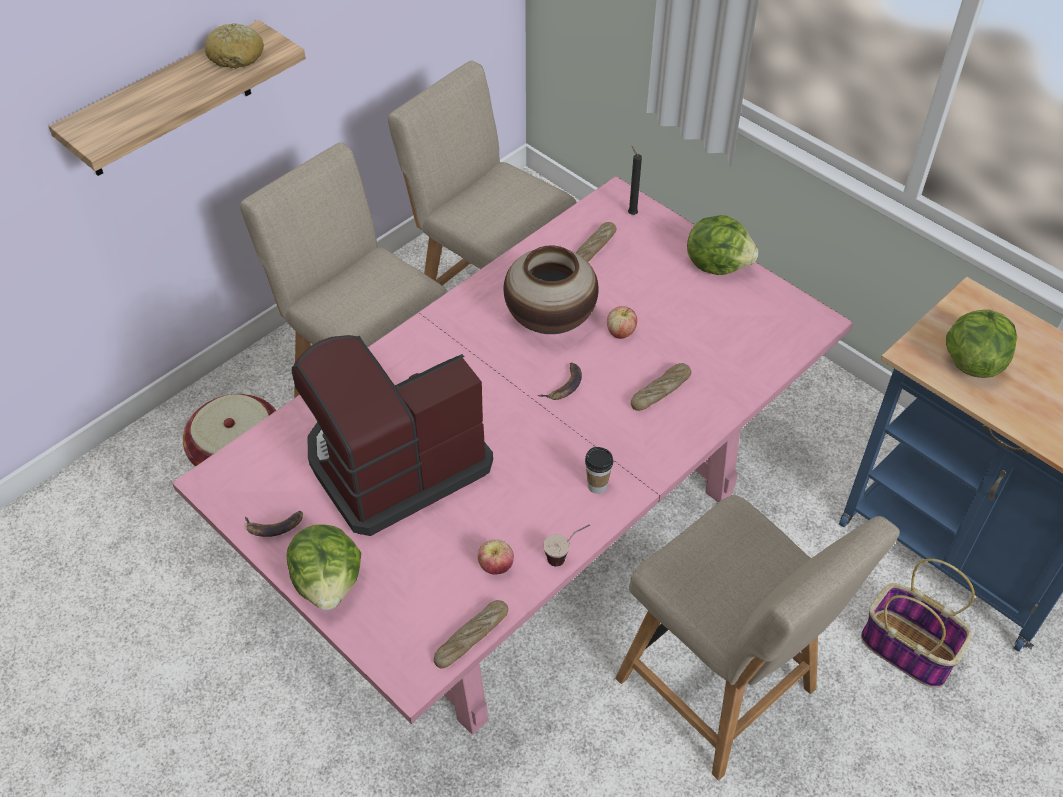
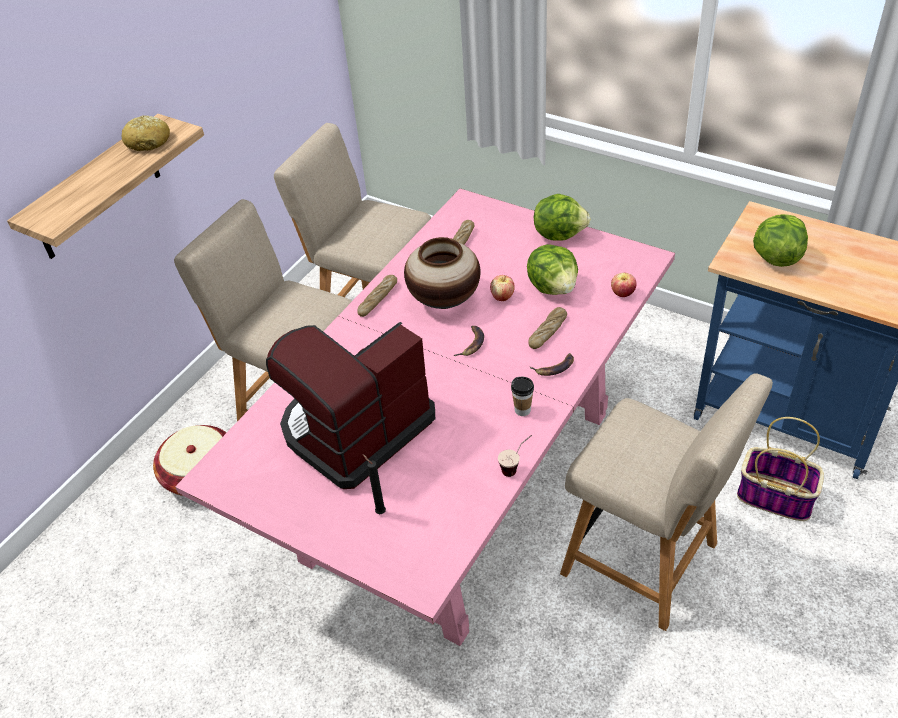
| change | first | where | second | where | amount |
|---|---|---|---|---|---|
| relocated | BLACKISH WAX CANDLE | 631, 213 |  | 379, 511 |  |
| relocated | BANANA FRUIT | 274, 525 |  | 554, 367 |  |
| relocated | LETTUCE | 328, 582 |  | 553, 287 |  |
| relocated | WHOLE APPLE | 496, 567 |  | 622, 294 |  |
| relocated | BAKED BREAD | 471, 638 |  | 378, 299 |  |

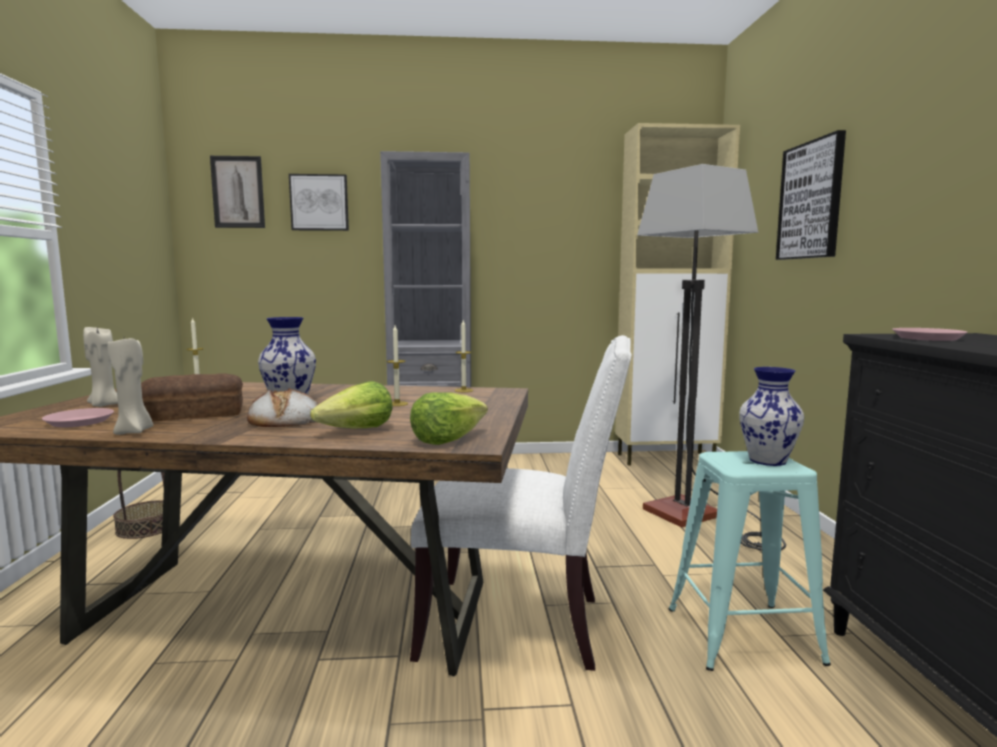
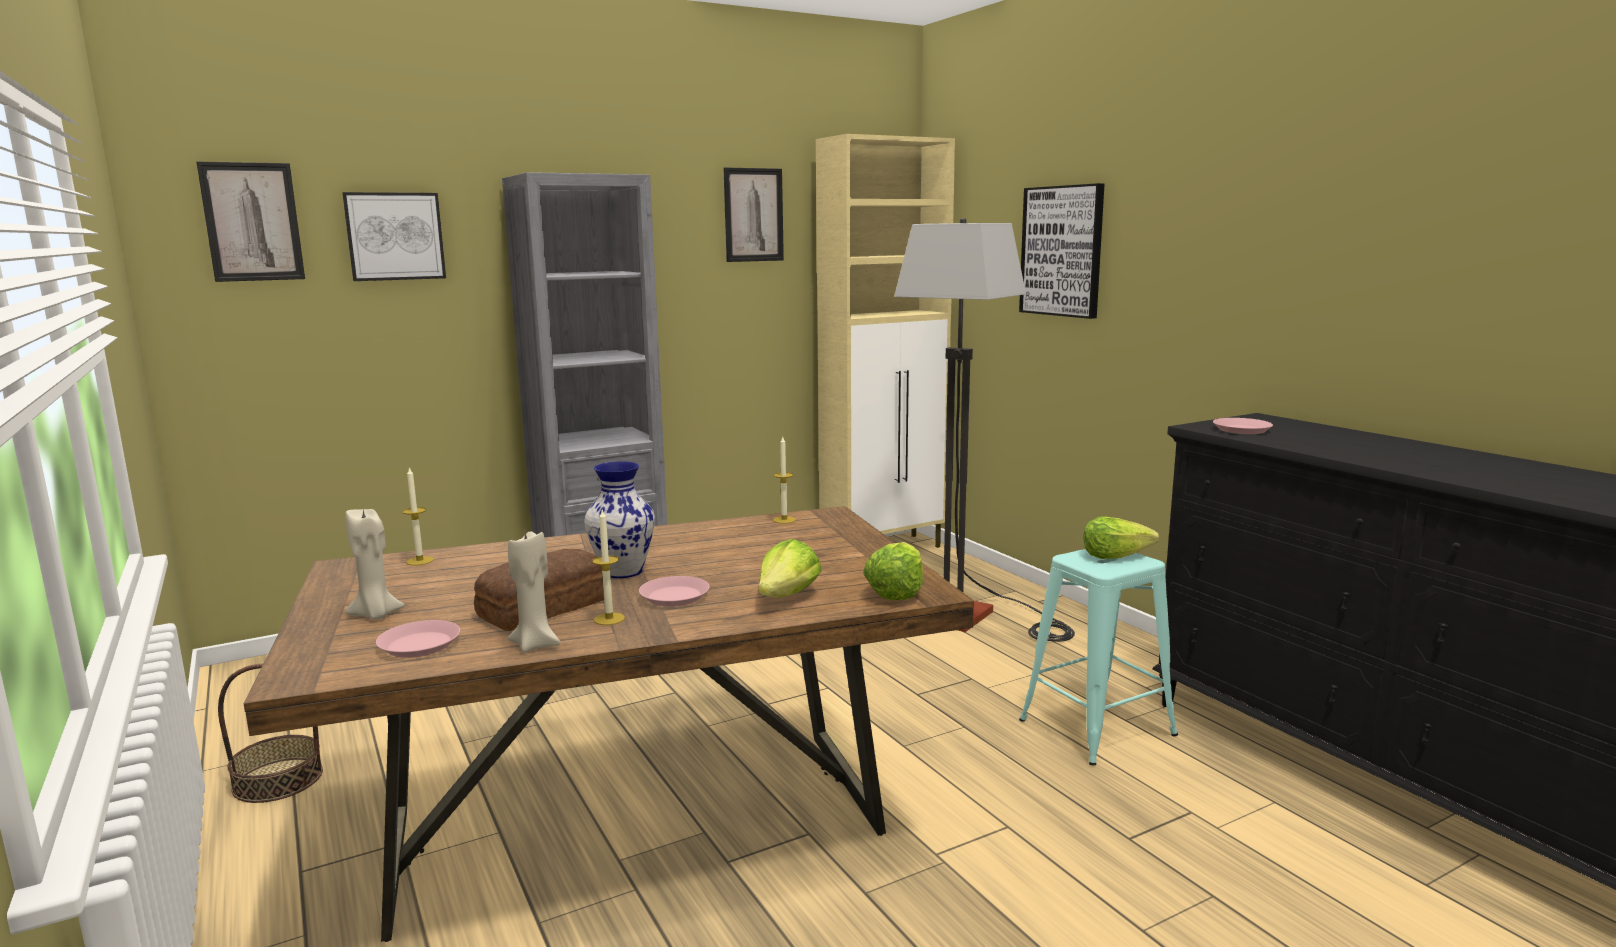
| change | first | where | second | where | amount |
|---|---|---|---|---|---|
| relocated | WAX CANDLE | 397, 404 |  | 609, 619 |  |
| missing | WHITE-COLOURED CHAIR | 521, 625 |  |  |  |
| exchanged | DECORATIVE VASE | 766, 460 | LETTUCE | 1115, 556 |  |
| exchanged | BAKED BREAD | 284, 420 | PINK-COLOURED FLAT DISH | 675, 597 |  |
| appeared |  |  | WALL PICTURE | 753, 215 |  |

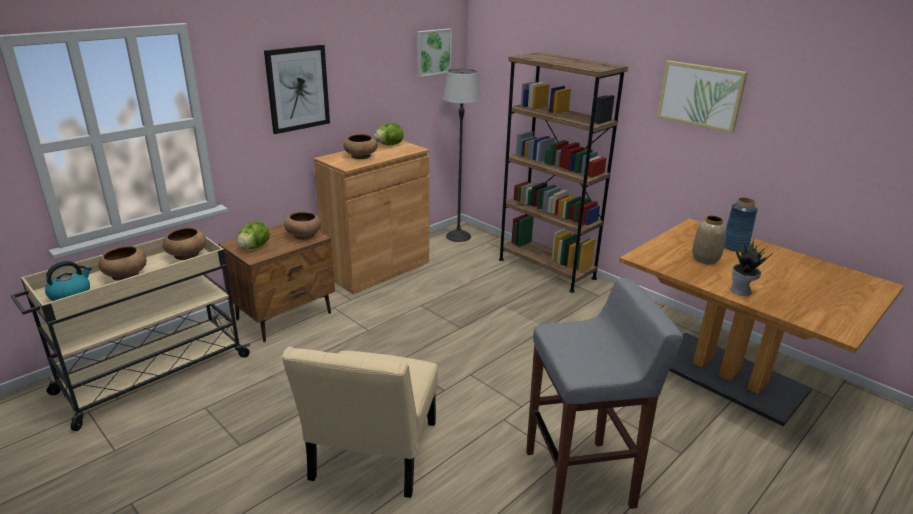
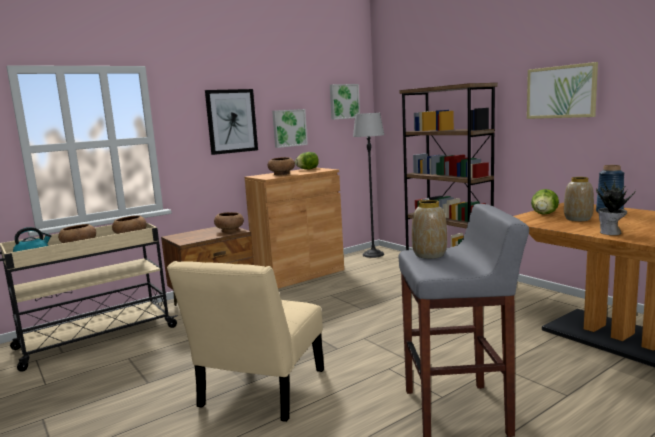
| change | first | where | second | where | amount |
|---|---|---|---|---|---|
| relocated | LETTUCE | 254, 247 |  | 544, 214 |  |
| appeared |  |  | WALL PICTURE | 289, 128 |  |
| appeared |  |  | DECORATIVE VASE | 429, 255 |  |

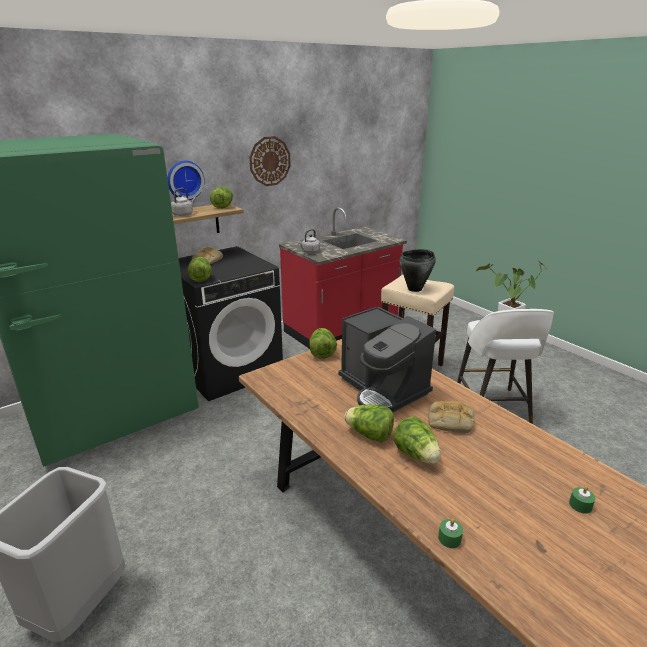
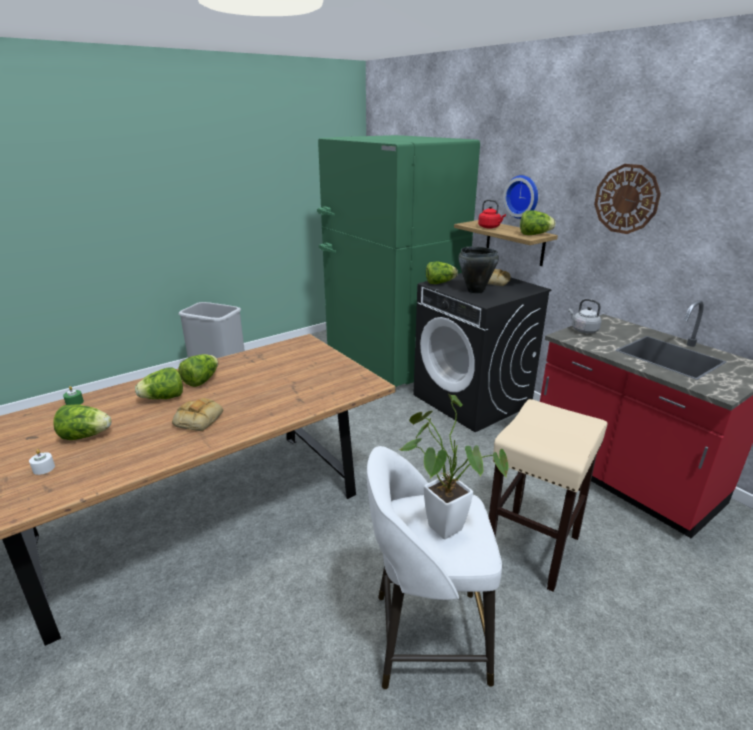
| change | first | where | second | where | amount |
|---|---|---|---|---|---|
| colour | GRAY KETTLE | 183, 214 | REDDISH KETTLE | 490, 227 |  |
| relocated | BLACKISH COOKING POT | 415, 289 |  | 475, 291 |  |
| missing | COFFEE MACHINE | 383, 389 |  |  |  |
| relocated | LETTUCE | 322, 352 |  | 86, 436 |  |
| colour | GREENISH WAX CANDLE | 580, 505 | WHITE-COLOURED WAX CANDLE | 44, 468 |  |

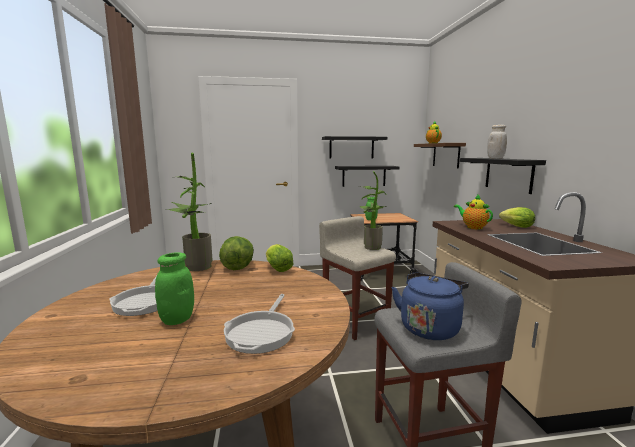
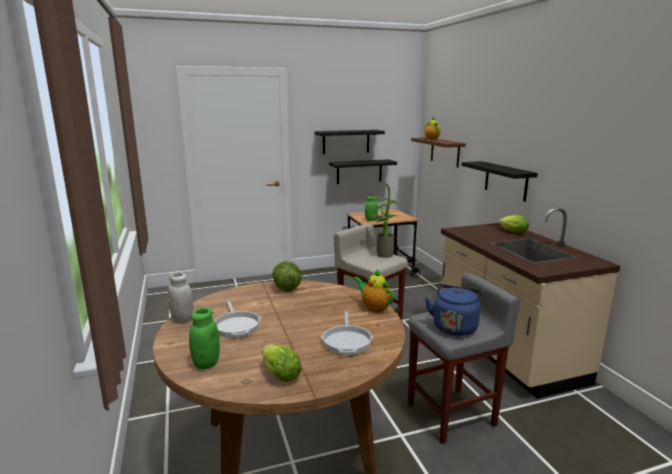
| change | first | where | second | where | amount |
|---|---|---|---|---|---|
| relocated | WHITE-COLOURED STORAGE JAR | 495, 158 |  | 182, 319 |  |
| missing | POTTED PLANT | 194, 267 |  |  |  |
| relocated | TEAPOT | 473, 227 |  | 374, 307 |  |
| relocated | LETTUCE | 277, 268 |  | 279, 374 |  |
| relocated | GREENISH STORAGE JAR | 177, 319 |  | 206, 363 |  |

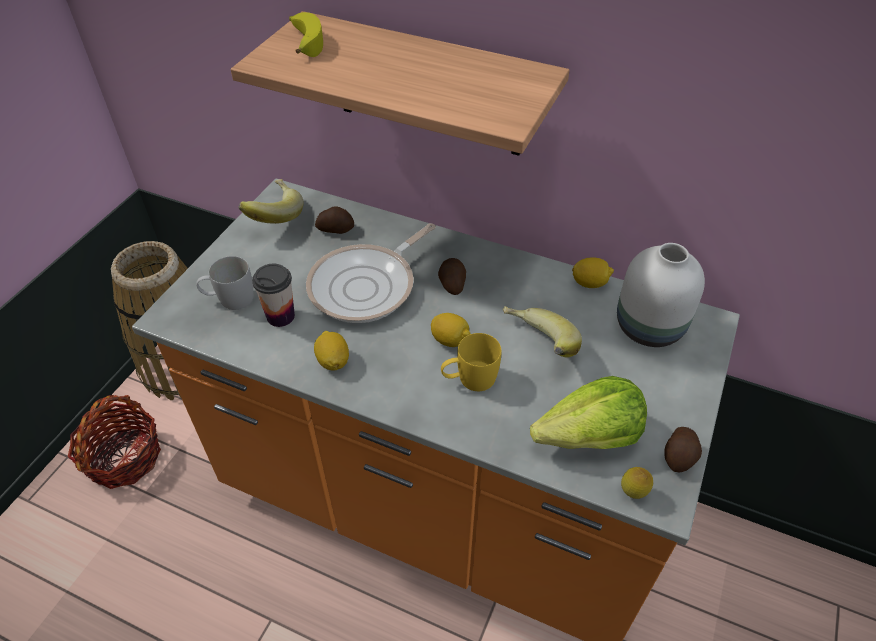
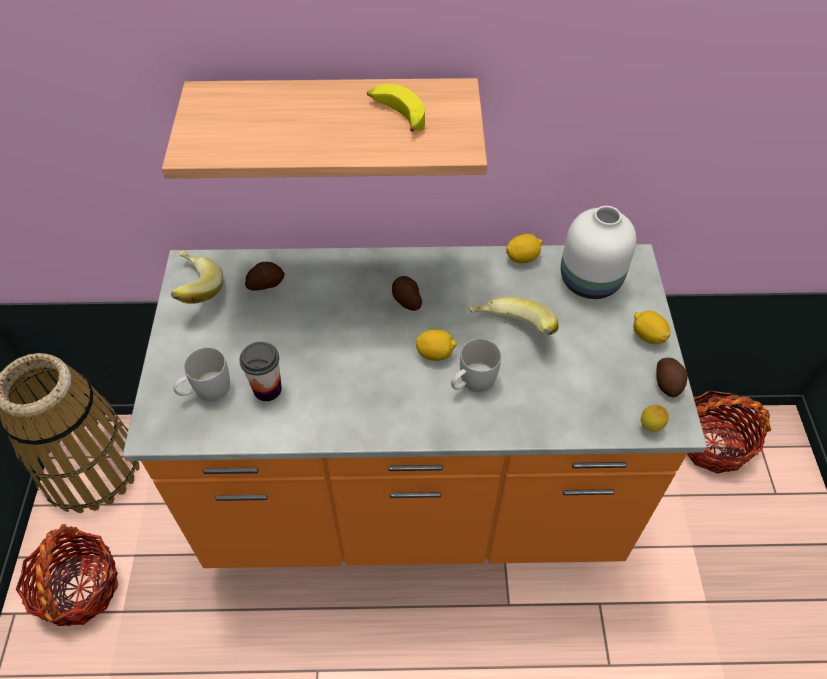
| change | first | where | second | where | amount |
|---|---|---|---|---|---|
| relocated | BANANA FRUIT | 304, 42 |  | 396, 115 |  |
| missing | FRYING PAN | 367, 286 |  |  |  |
| relocated | CITRUS FRUIT | 333, 361 |  | 647, 336 |  |
| colour | YELLOW TEA MUG | 469, 379 | WHITE-COLOURED TEA MUG | 472, 383 |  |
| missing | LETTUCE | 589, 437 |  |  |  |
| appeared |  |  | BASKET | 713, 443 |  |

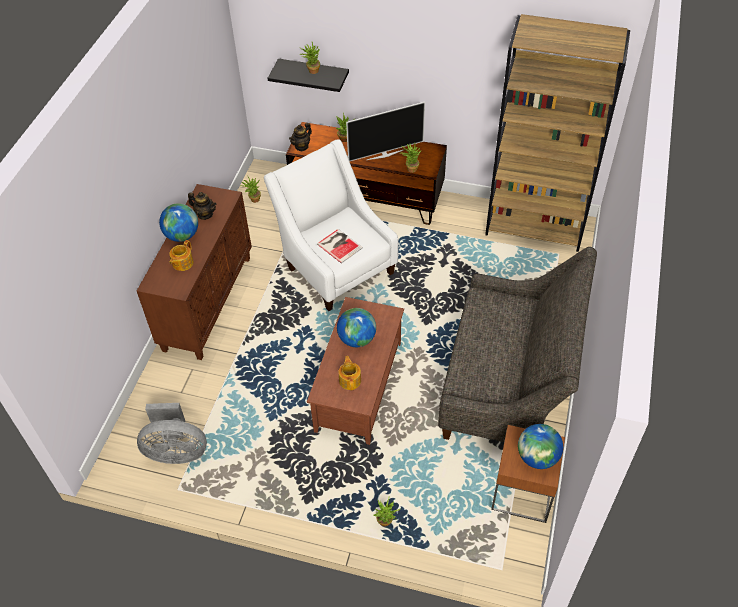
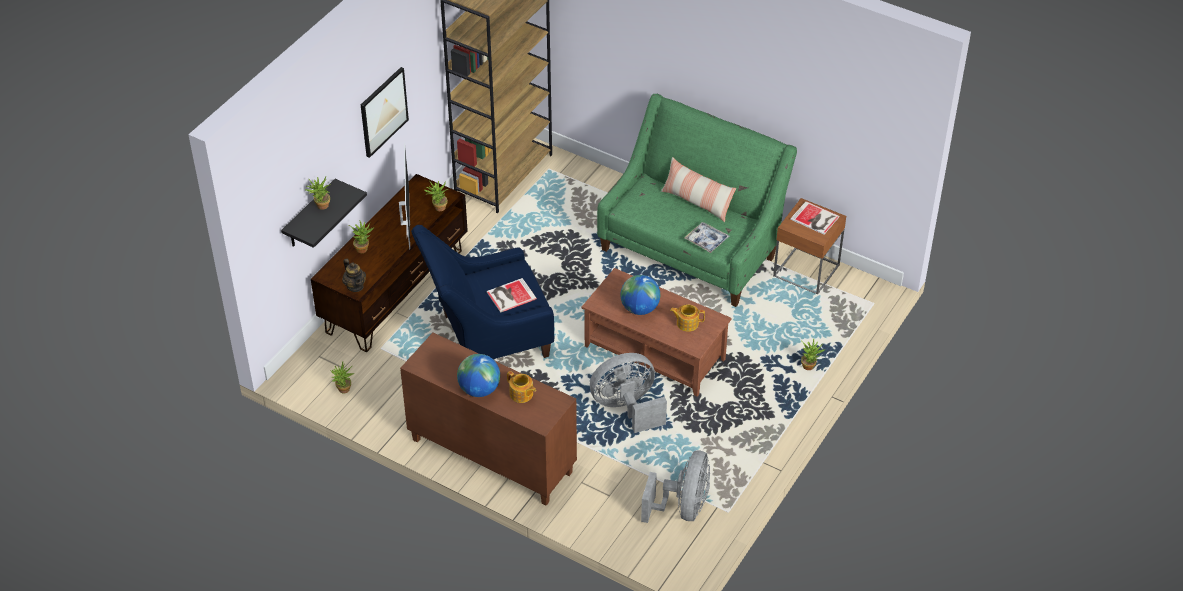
| change | first | where | second | where | amount |
|---|---|---|---|---|---|
| colour | WHITE-COLOURED LOUNGE CHAIR | 336, 266 | BLUE LOUNGE CHAIR | 486, 338 |  |
| missing | TEAPOT | 205, 214 |  |  |  |
| colour | GRAY COUCH | 508, 384 | GREENISH COUCH | 692, 248 |  |
| exchanged | DESK GLOBE | 537, 457 | BOOK | 815, 219 |  |
| appeared |  |  | WALL PICTURE | 383, 111 |  |
| appeared |  |  | PILLOW | 697, 202 |  |
| appeared |  |  | CARRYING TRAY | 706, 240 |  |
| appeared |  |  | GRAY FAN | 627, 408 |  |

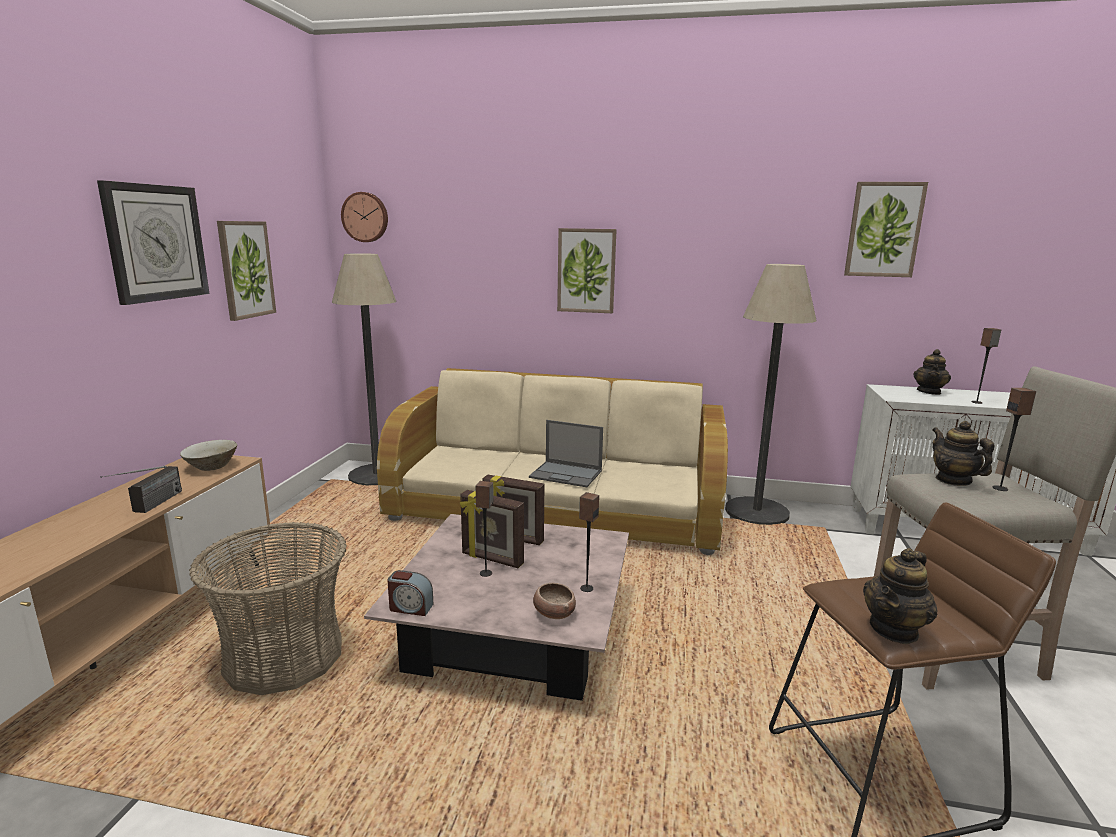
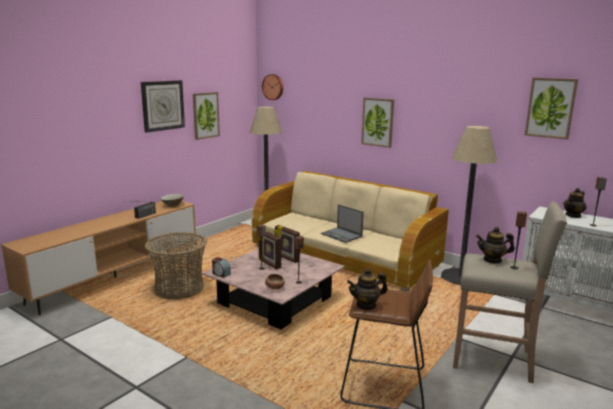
| change | first | where | second | where | amount |
|---|---|---|---|---|---|
| spun | TEAPOT | 953, 480 |  | 492, 260 | 90 degrees counterclockwise |

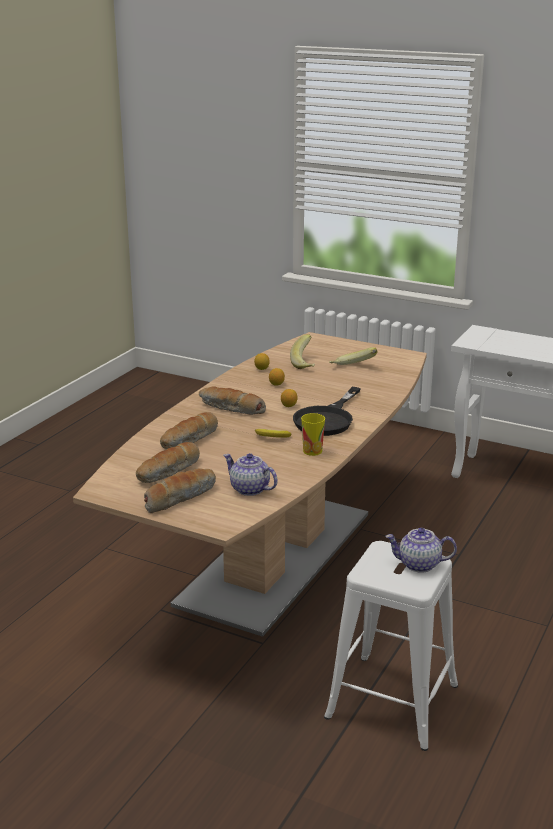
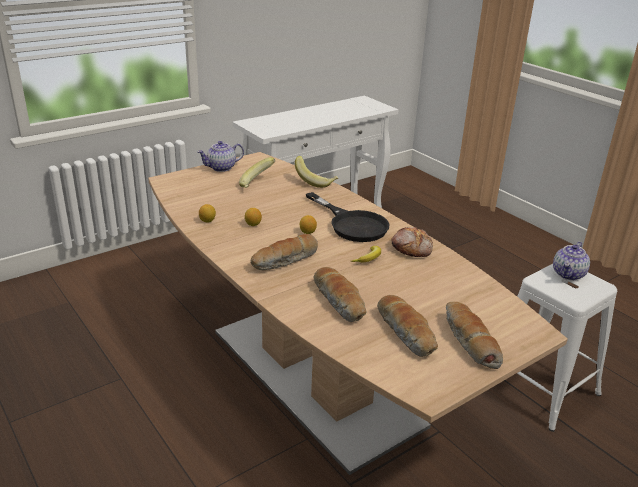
| change | first | where | second | where | amount |
|---|---|---|---|---|---|
| relocated | BANANA FRUIT | 306, 364 |  | 315, 181 |  |
| exchanged | DRINKING CUP | 312, 451 | BAKED BREAD | 412, 248 |  |
| relocated | TEAPOT | 249, 489 |  | 221, 168 |  |

